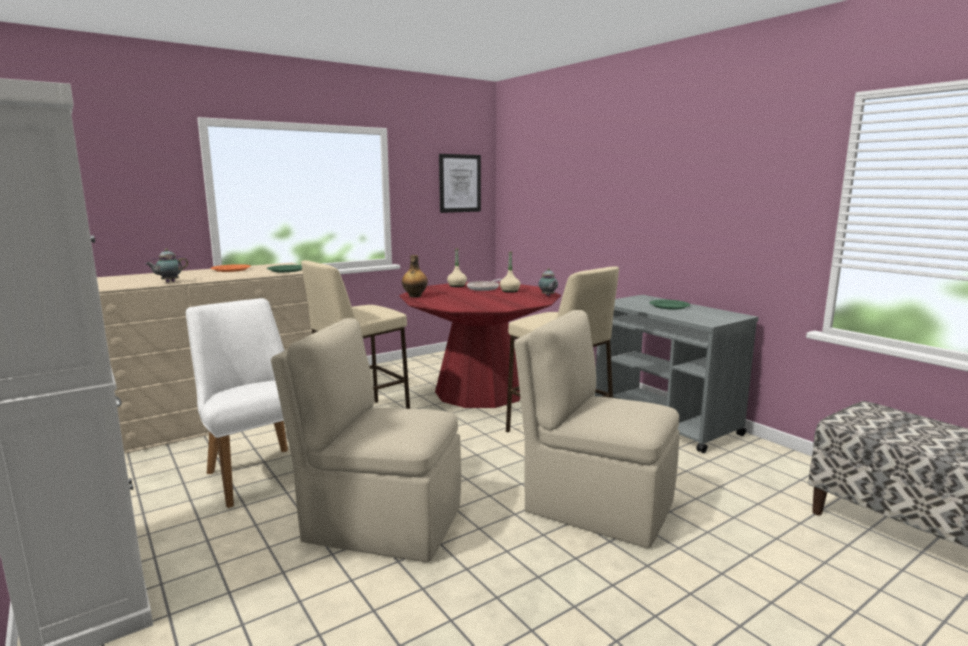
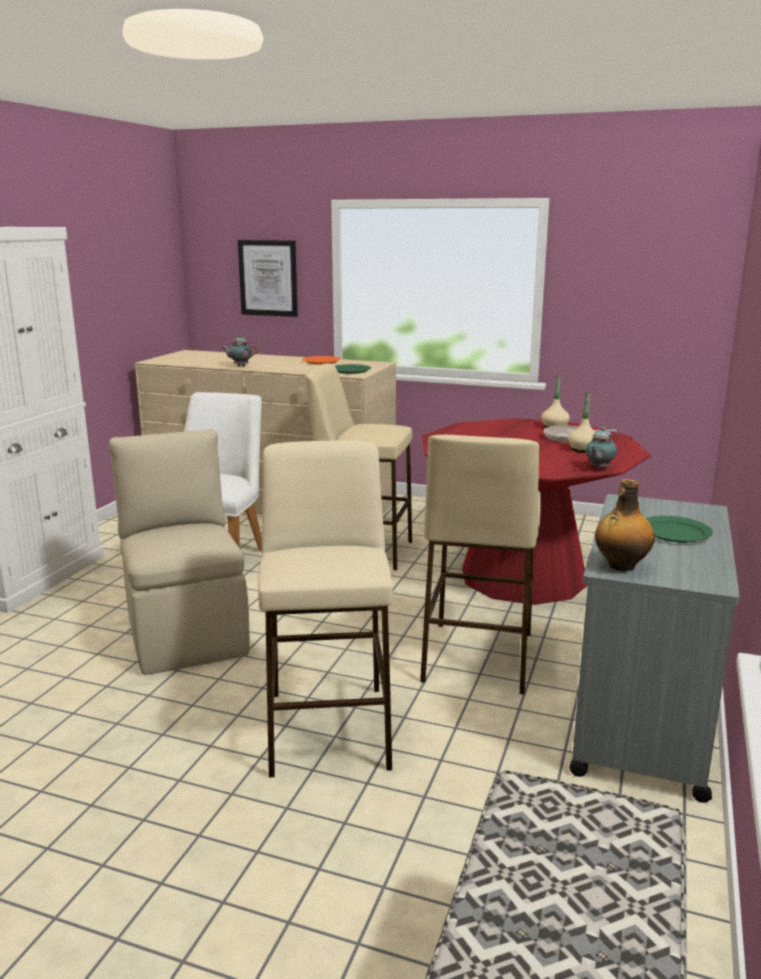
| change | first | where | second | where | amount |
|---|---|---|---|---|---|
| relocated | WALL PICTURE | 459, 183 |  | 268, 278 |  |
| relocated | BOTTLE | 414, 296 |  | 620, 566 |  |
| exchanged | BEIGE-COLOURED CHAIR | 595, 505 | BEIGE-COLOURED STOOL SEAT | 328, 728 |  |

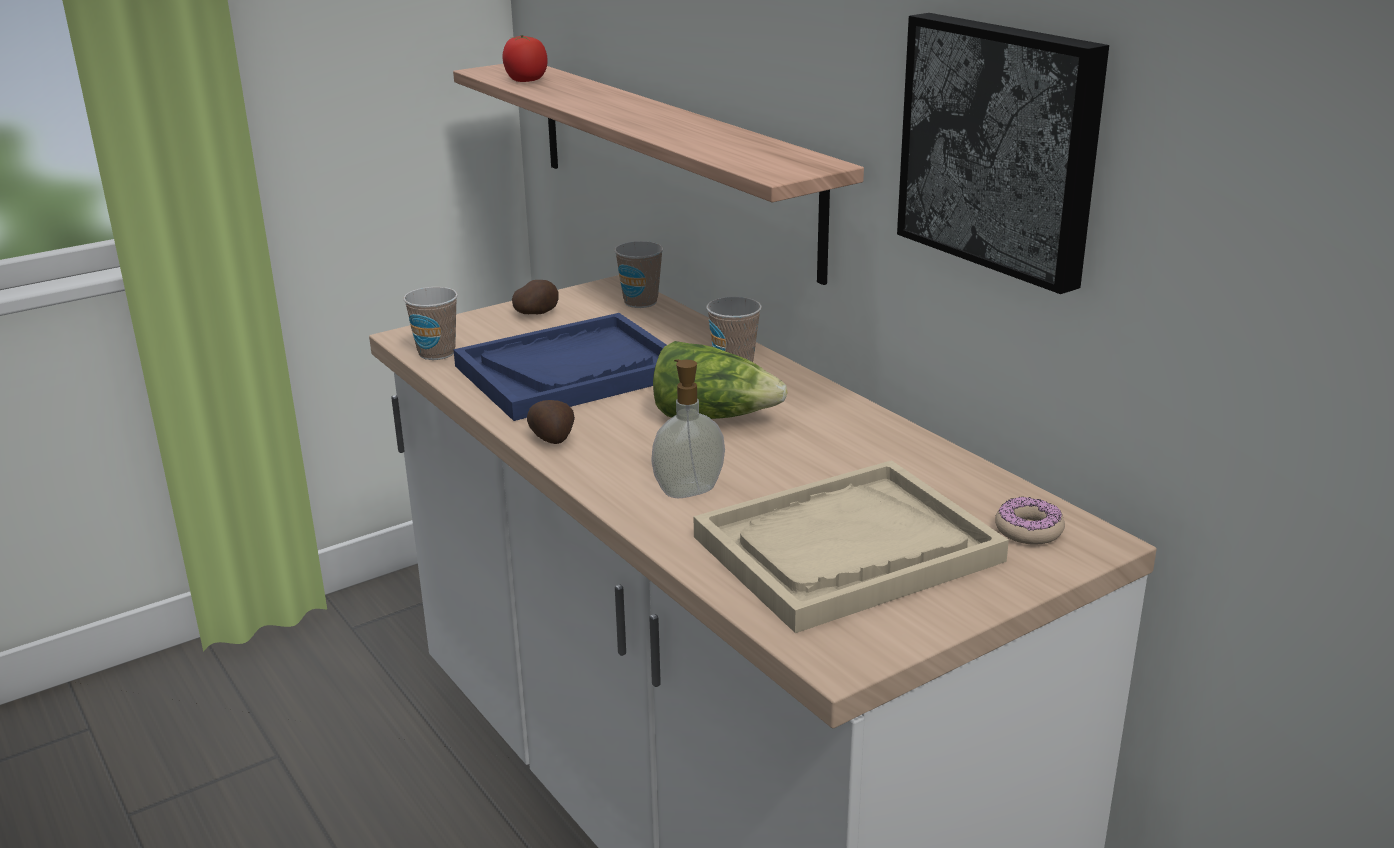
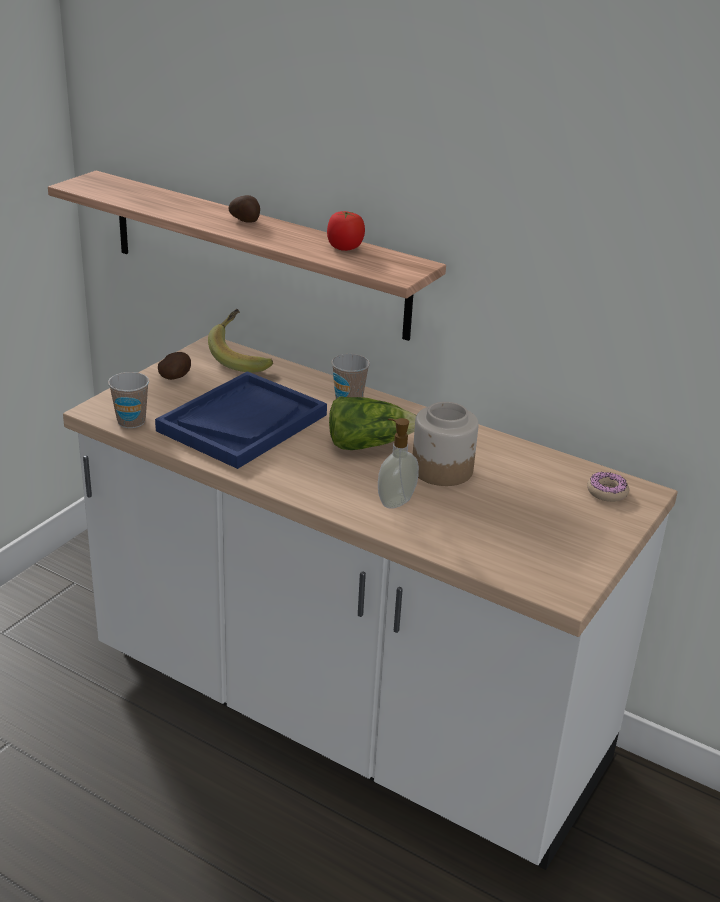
| change | first | where | second | where | amount |
|---|---|---|---|---|---|
| missing | WALL PICTURE | 1003, 146 |  |  |  |
| relocated | FRESH TOMATO | 525, 81 |  | 344, 248 |  |
| exchanged | DRINKING CUP | 640, 302 | BANANA FRUIT | 243, 358 |  |
| relocated | POTATO | 552, 439 |  | 245, 221 |  |
| missing | BEIGE-COLOURED CARRYING TRAY | 846, 550 |  |  |  |
| appeared |  |  | STORAGE JAR | 443, 470 |  |

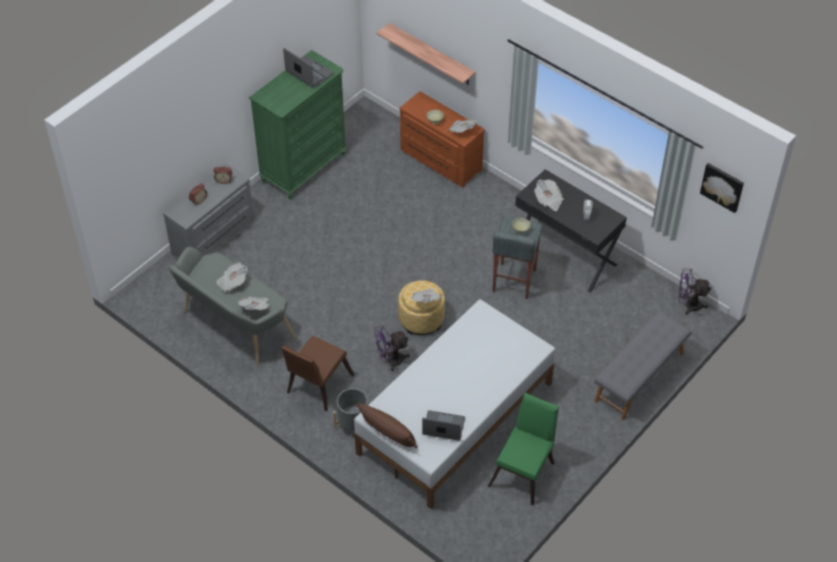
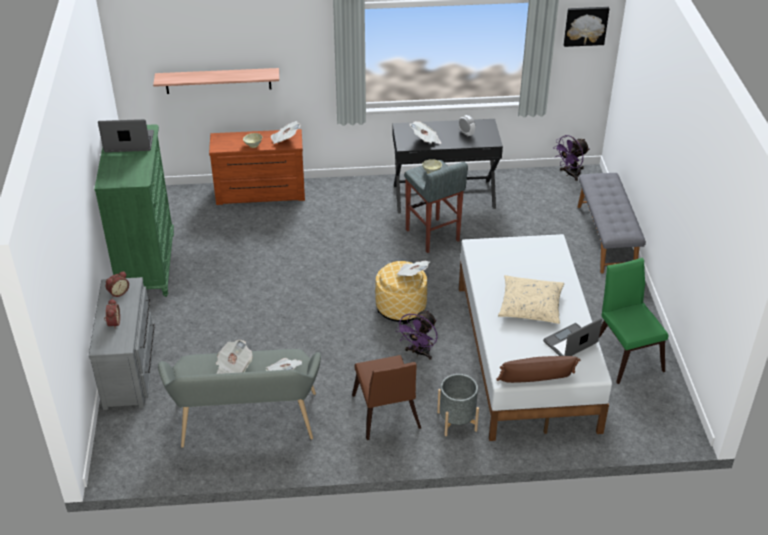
| change | first | where | second | where | amount |
|---|---|---|---|---|---|
| appeared |  |  | BEIGE-COLOURED PILLOW | 530, 306 |  |

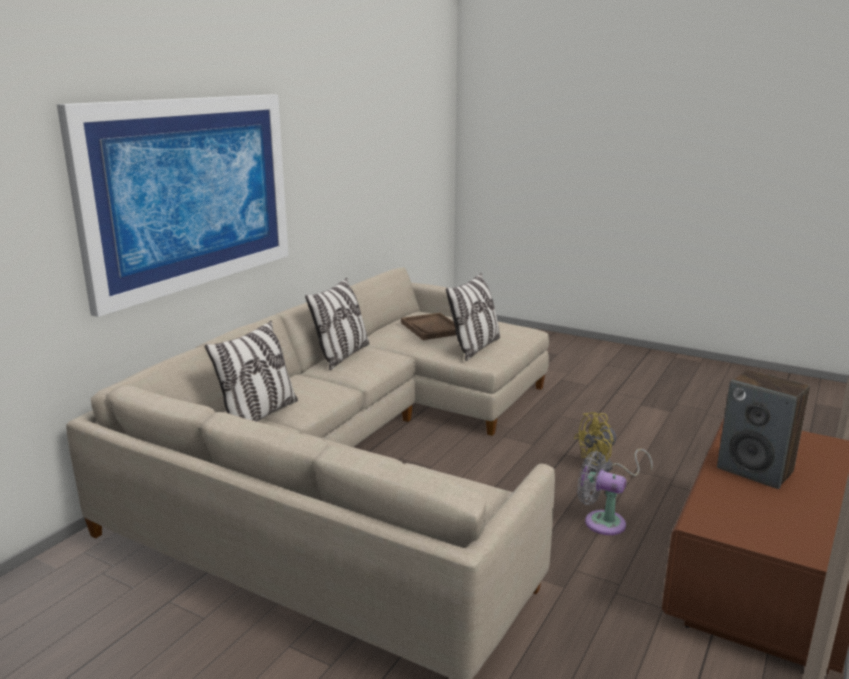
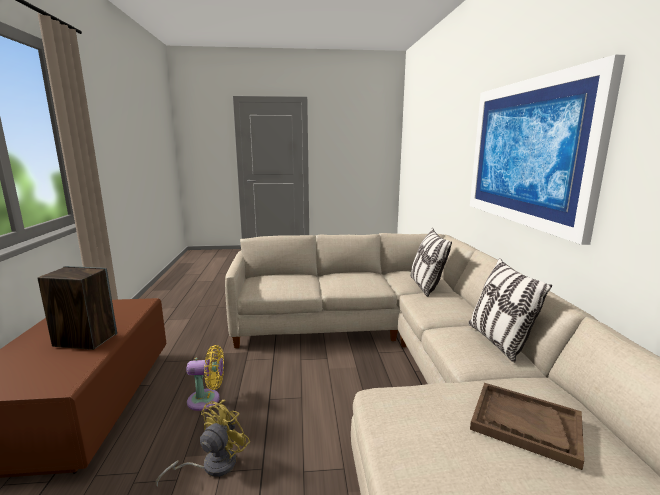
| change | first | where | second | where | amount |
|---|---|---|---|---|---|
| missing | PILLOW | 475, 348 |  |  |  |
| colour | GRAY FAN | 600, 522 | YELLOW FAN | 207, 400 |  |

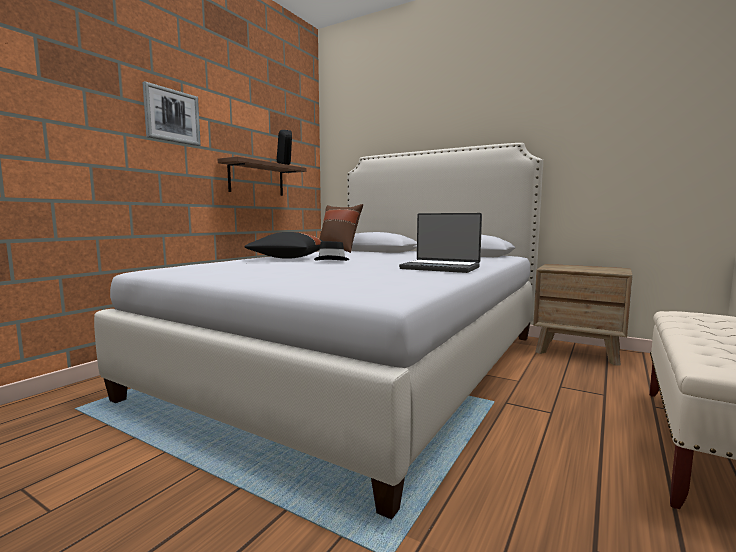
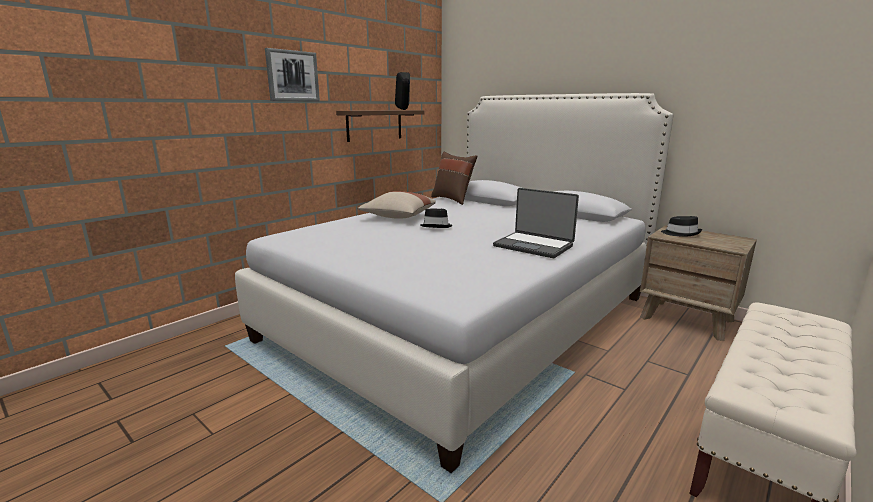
| change | first | where | second | where | amount |
|---|---|---|---|---|---|
| colour | BLACKISH PILLOW | 287, 258 | BEIGE-COLOURED PILLOW | 398, 217 |  |
| appeared |  |  | BLACKISH HAT | 681, 233 |  |

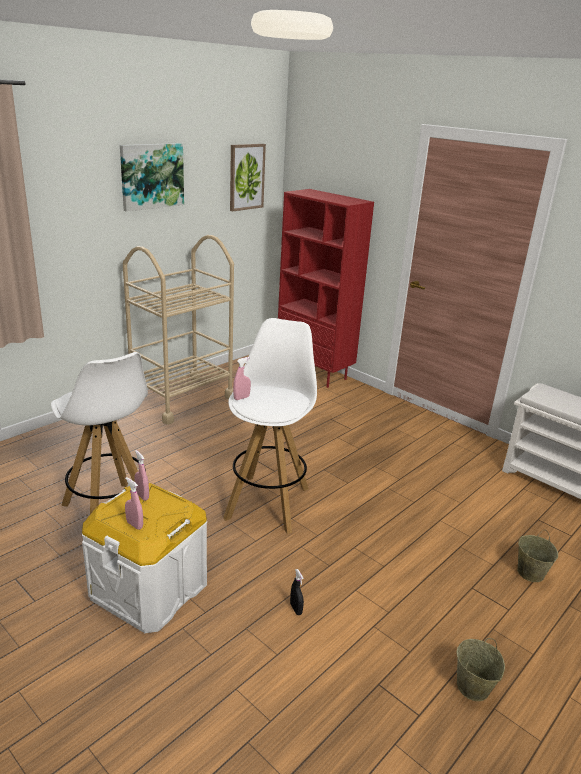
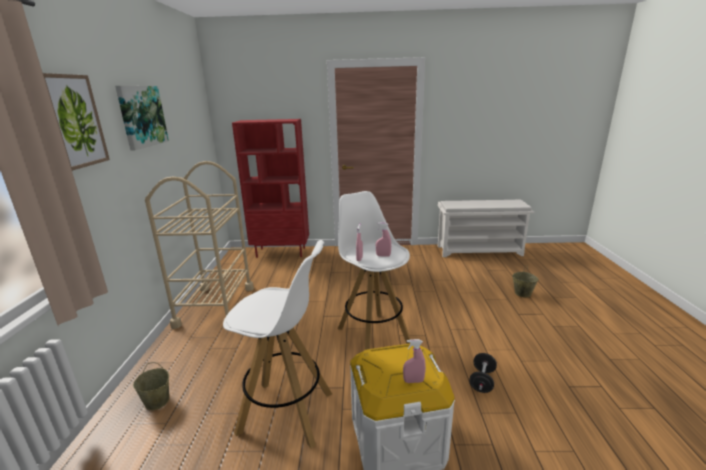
| change | first | where | second | where | amount |
|---|---|---|---|---|---|
| relocated | WALL PICTURE | 246, 177 |  | 74, 121 |  |
| relocated | PINK-COLOURED HAND SPRAYER | 142, 496 |  | 383, 255 |  |
| exchanged | BLACKISH HAND SPRAYER | 296, 609 | BLACKISH DUMBBELL | 482, 381 |  |
| relocated | BEIGE-COLOURED PAIL | 473, 687 |  | 157, 401 |  |

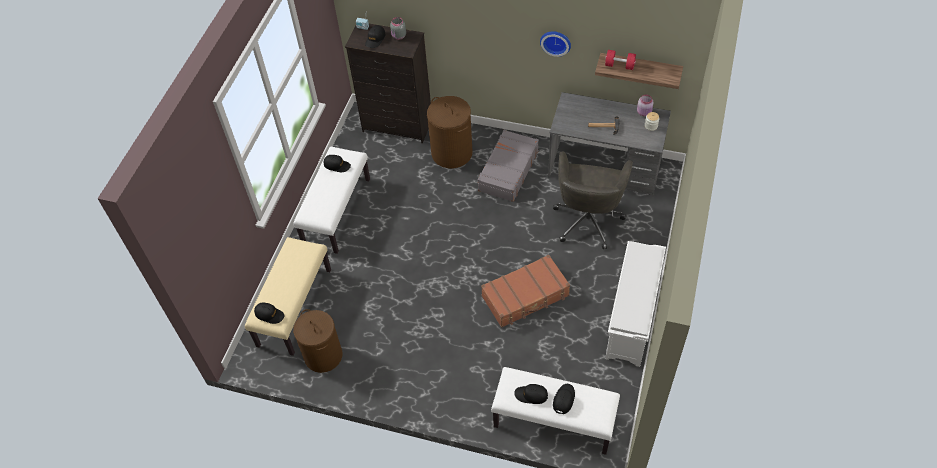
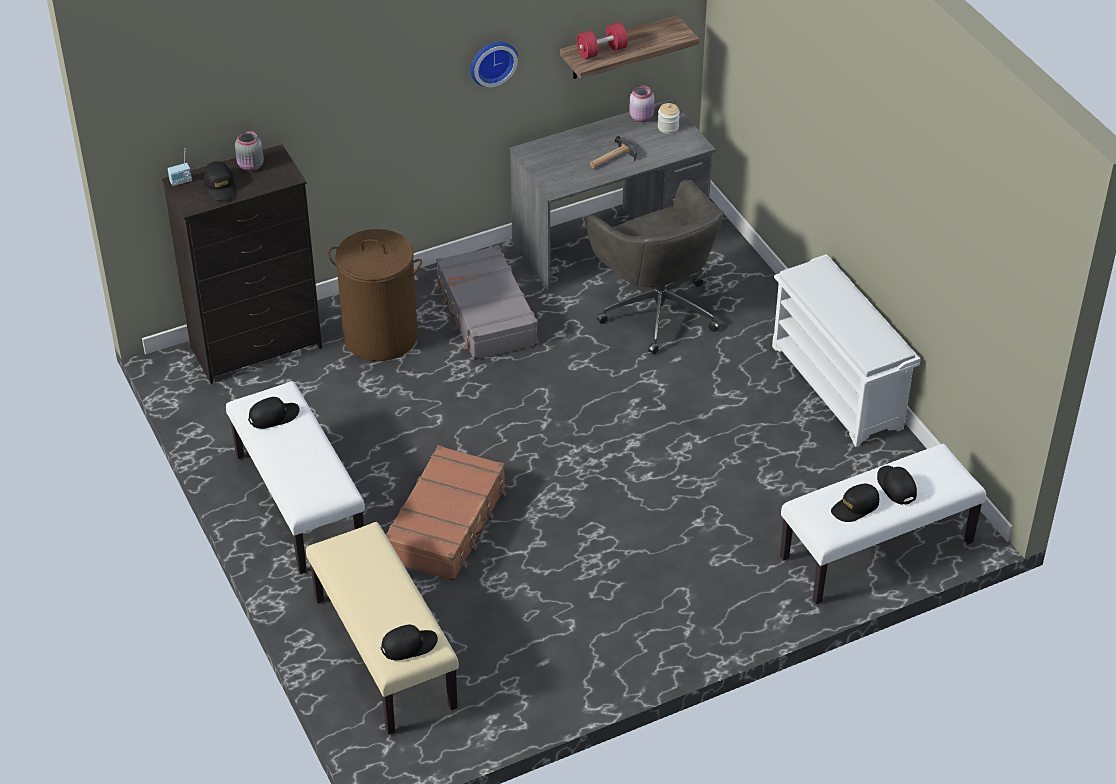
| change | first | where | second | where | amount |
|---|---|---|---|---|---|
| relocated | BROWNISH SUITCASE | 525, 296 |  | 447, 524 |  |
| missing | BROWNISH HAMPER | 323, 355 |  |  |  |

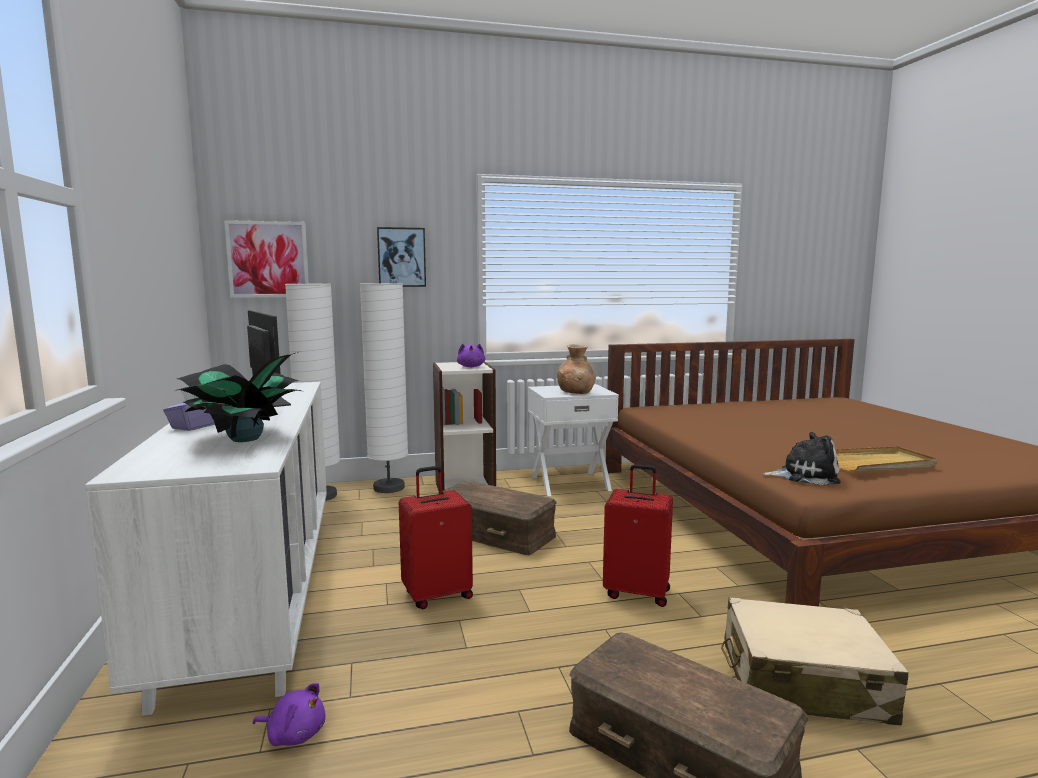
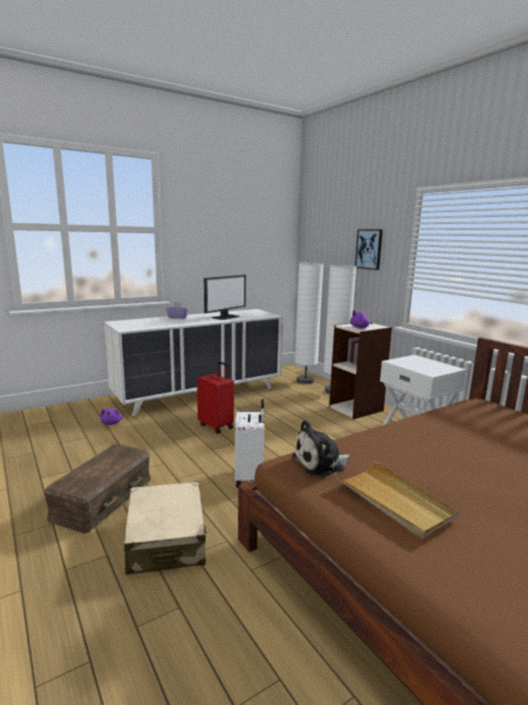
| change | first | where | second | where | amount |
|---|---|---|---|---|---|
| missing | WALL PICTURE | 268, 259 |  |  |  |
| missing | BROWNISH DECORATIVE VASE | 576, 392 |  |  |  |
| missing | POTTED PLANT | 244, 439 |  |  |  |
| spun | SOFT TOY | 805, 475 |  | 321, 463 | 75 degrees clockwise |
| colour | REDDISH SUITCASE | 637, 592 | WHITE-COLOURED SUITCASE | 250, 478 |  |
| missing | BROWNISH STORAGE BIN | 494, 533 |  |  |  |

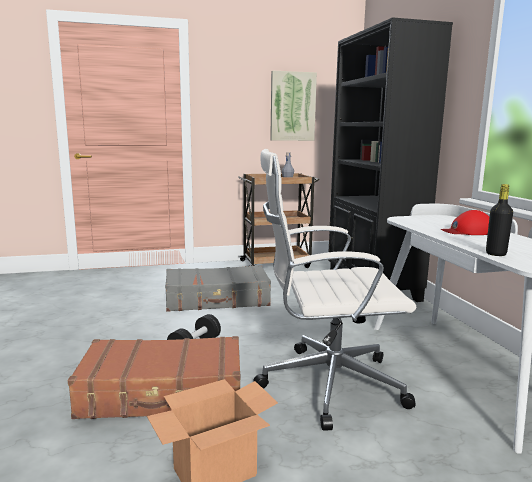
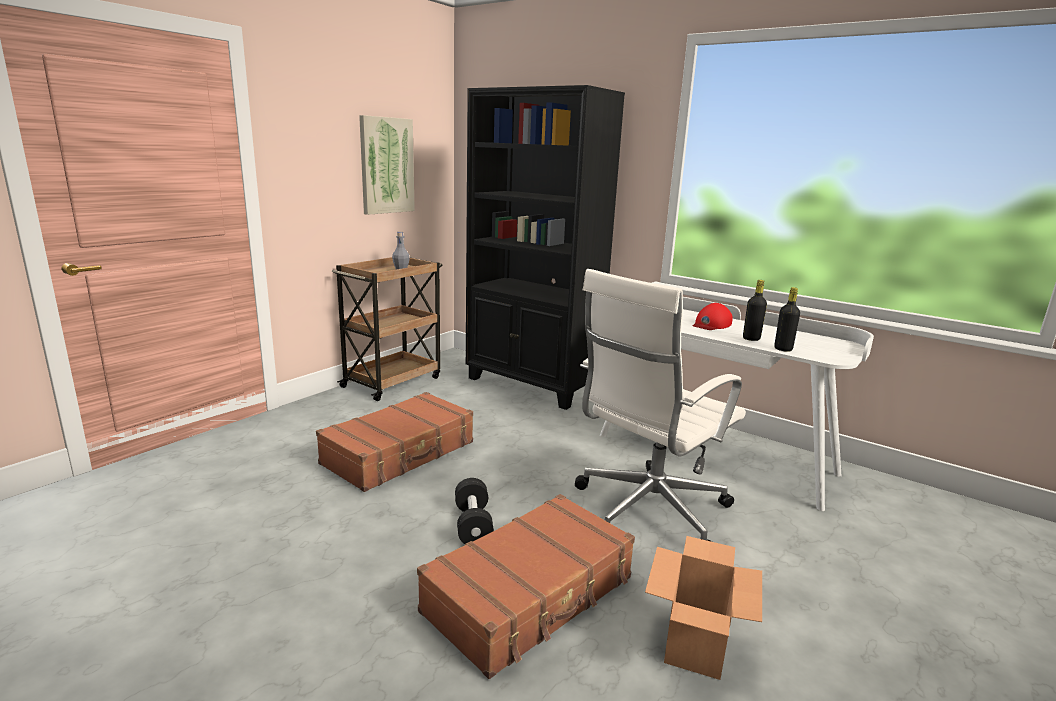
| change | first | where | second | where | amount |
|---|---|---|---|---|---|
| colour | GRAY SUITCASE | 217, 300 | BROWNISH SUITCASE | 400, 453 |  |
| appeared |  |  | BLACKISH BOTTLE | 751, 338 |  |

